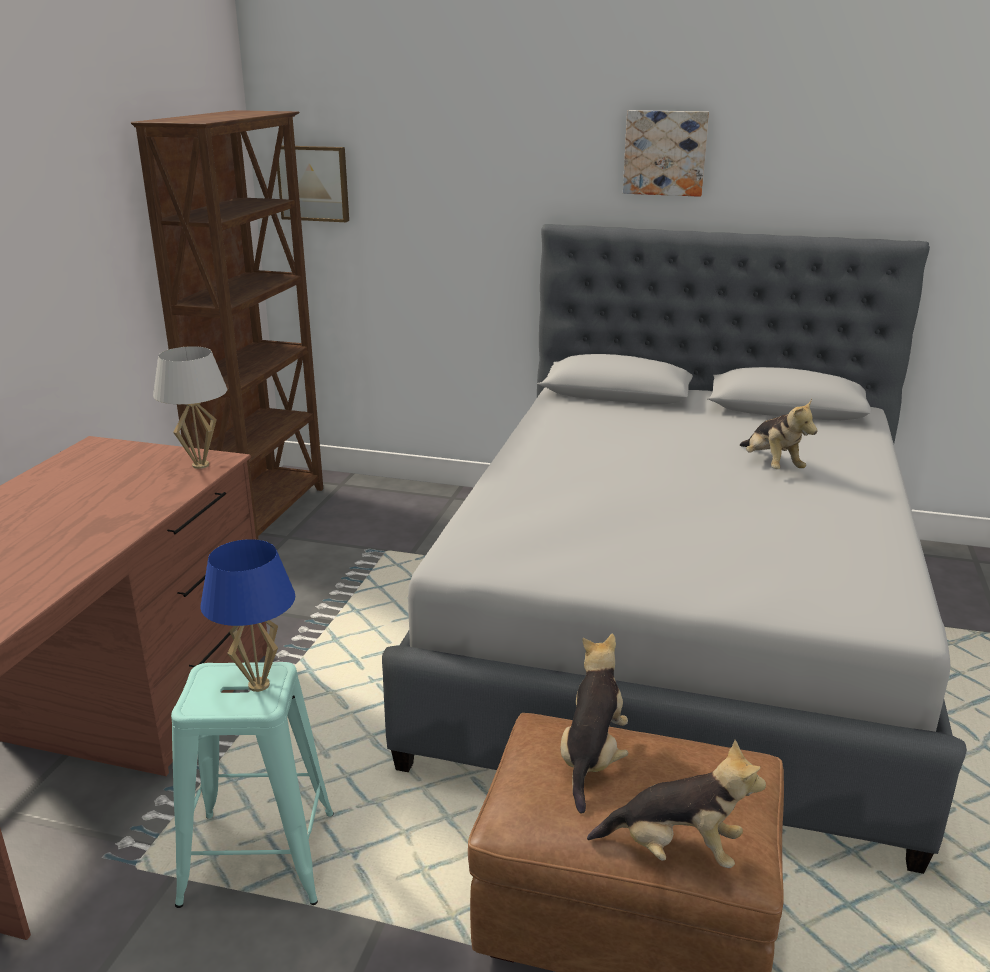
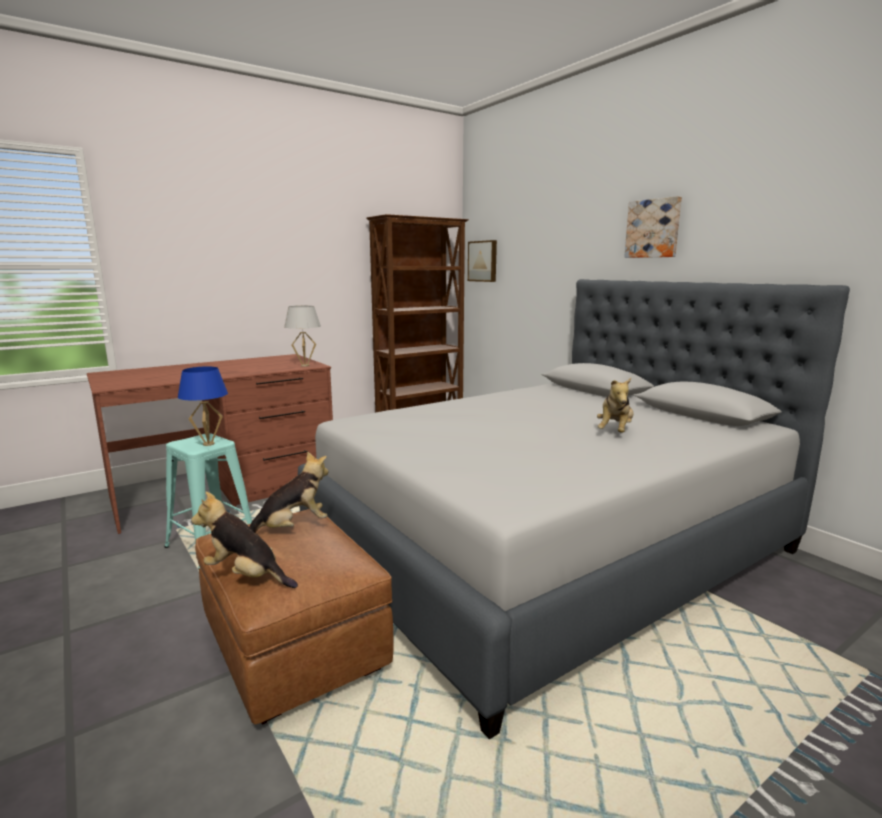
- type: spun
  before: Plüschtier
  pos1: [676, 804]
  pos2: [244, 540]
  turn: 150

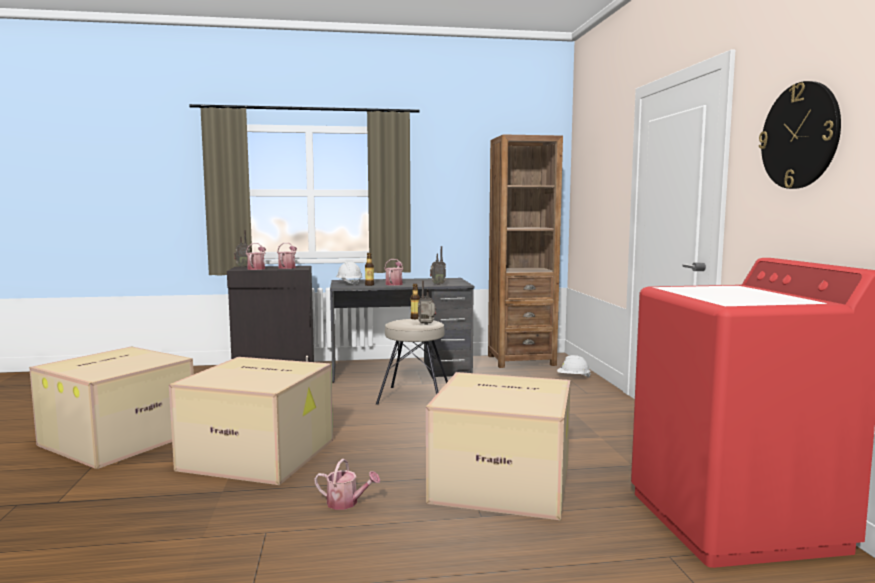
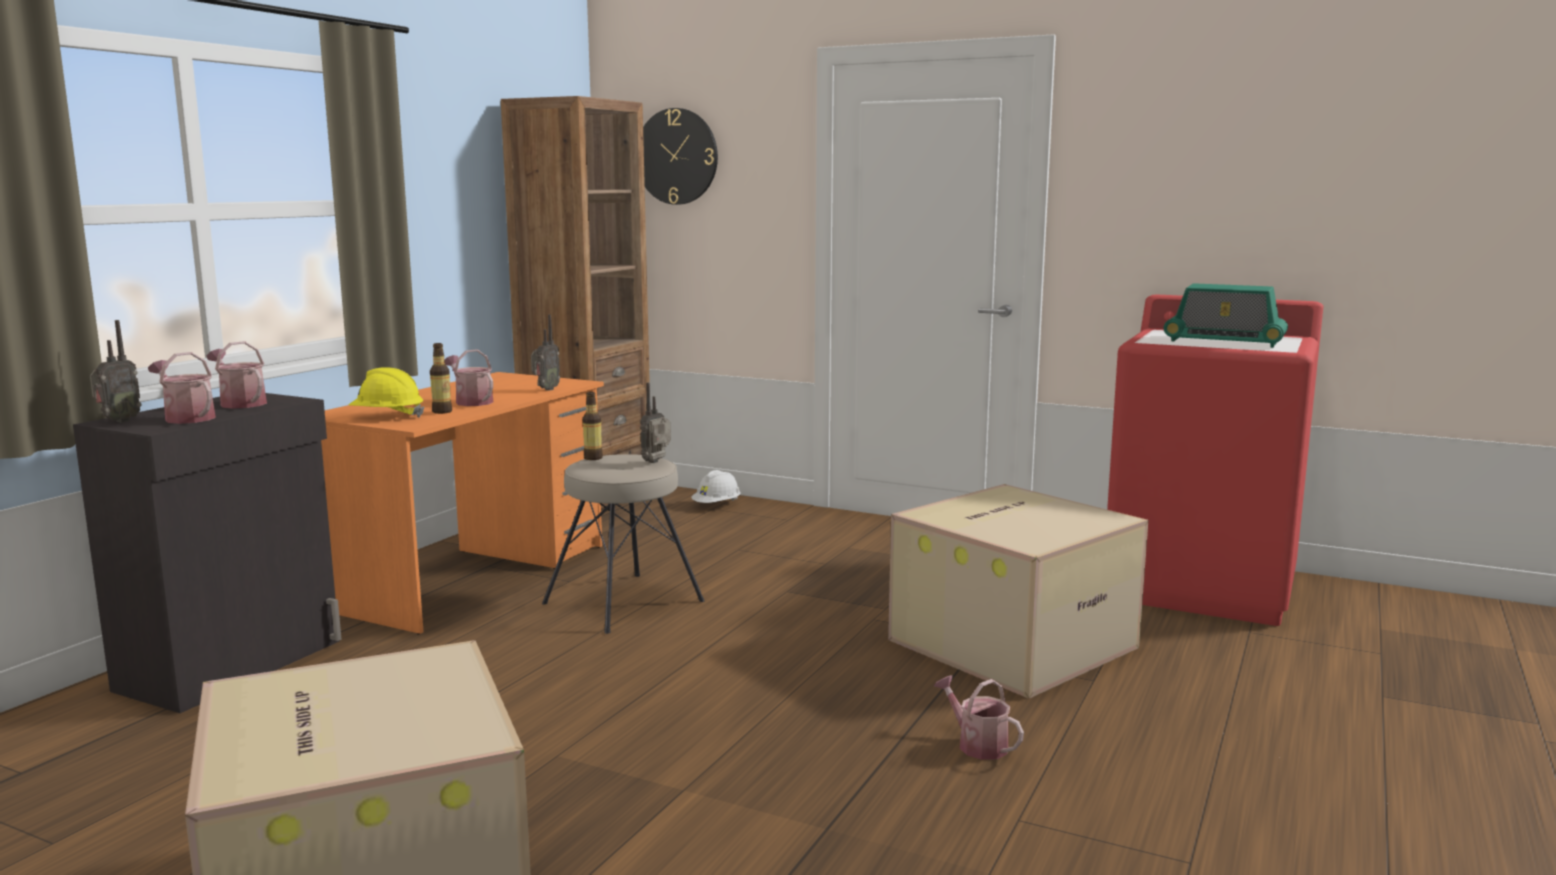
- type: relocated
  before: Wanduhr
  pos1: [800, 135]
  pos2: [680, 156]
- type: colour
  before: Schutzhelm/weiß
  after: Schutzhelm/gelb
  pos1: [349, 273]
  pos2: [386, 392]
- type: colour
  before: Schreibtisch/grau
  after: Schreibtisch/orange
  pos1: [402, 330]
  pos2: [462, 503]
- type: missing
  before: Karton
  pos1: [251, 421]
- type: spun
  before: Gießkanne
  pos1: [347, 484]
  pos2: [979, 717]
  turn: -90
- type: appeared
  after: Radio
  pos2: [1226, 315]

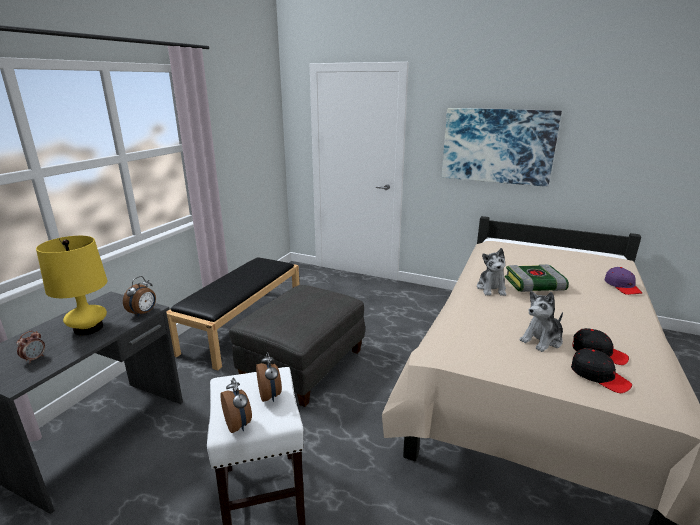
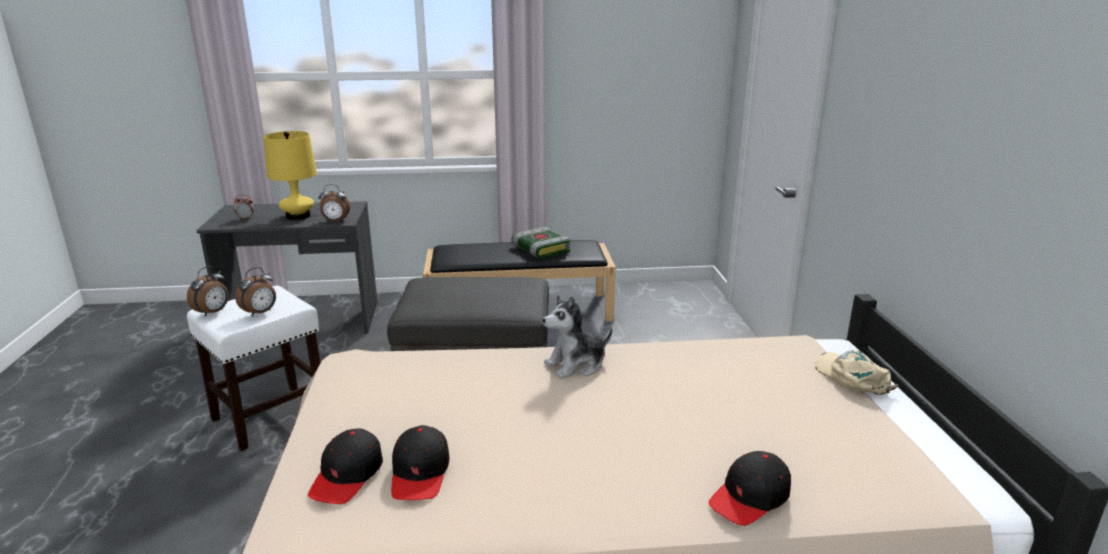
- type: missing
  before: Bild
  pos1: [502, 147]
- type: relocated
  before: Buch
  pos1: [537, 278]
  pos2: [540, 243]
- type: colour
  before: Kappe/lila
  after: Kappe/schwarz
  pos1: [623, 281]
  pos2: [750, 488]
- type: missing
  before: Plüschtier
  pos1: [541, 321]
- type: appeared
  after: Kappe/beige
  pos2: [857, 372]

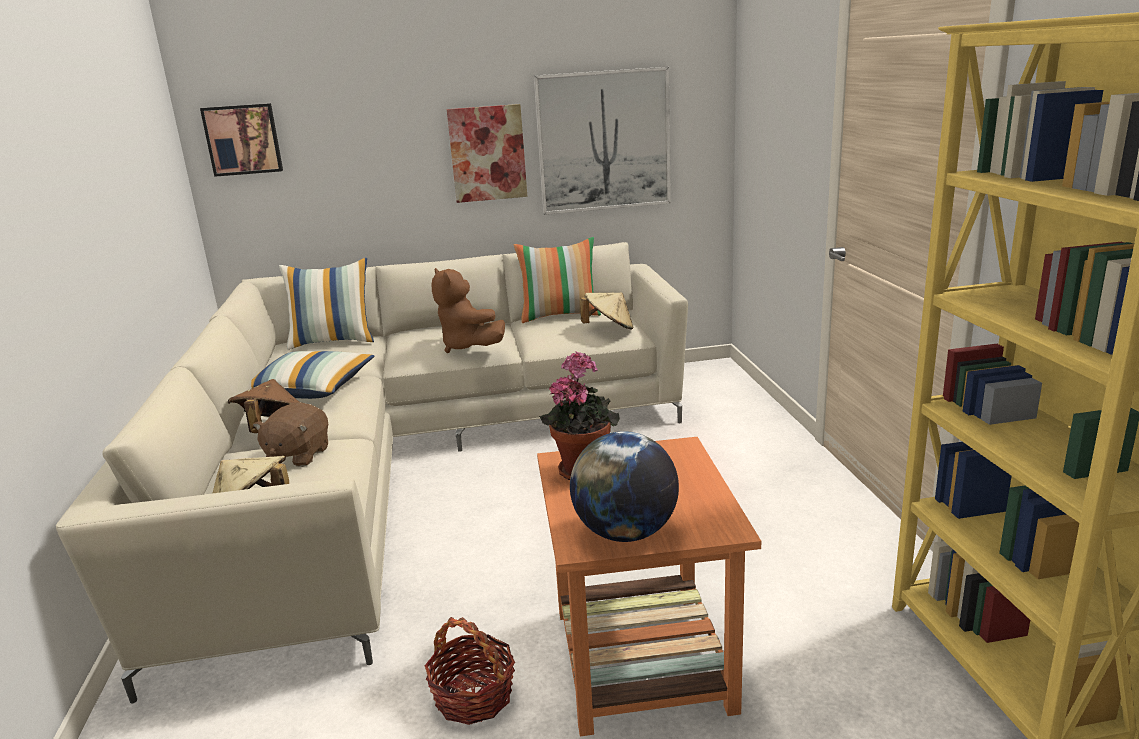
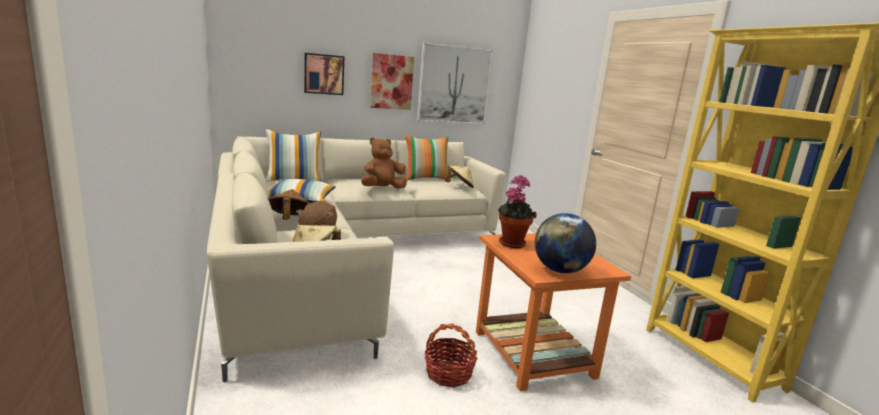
- type: relocated
  before: Bild
  pos1: [241, 140]
  pos2: [324, 74]
- type: spun
  before: Plüschtier/braun
  pos1: [468, 310]
  pos2: [384, 163]
  turn: 105

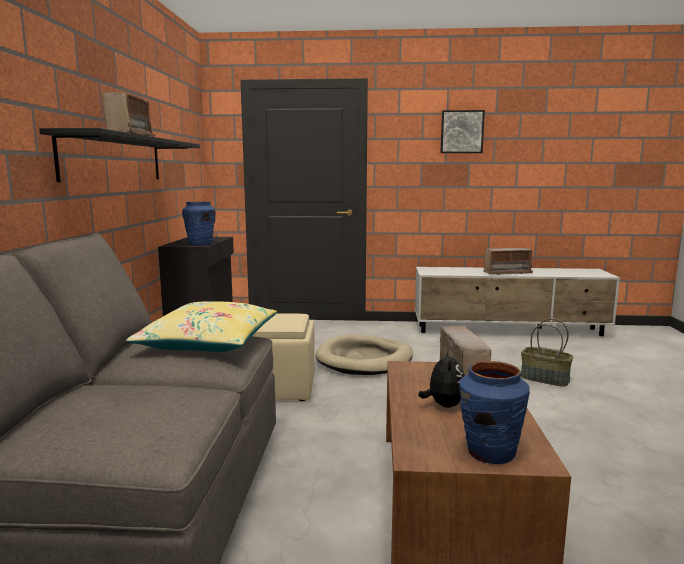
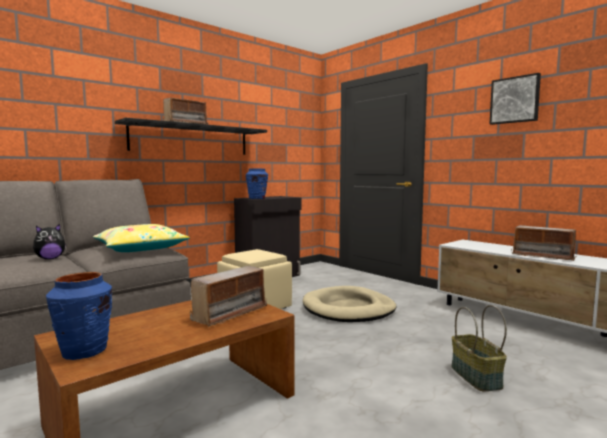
- type: relocated
  before: Plüschtier
  pos1: [441, 378]
  pos2: [50, 241]

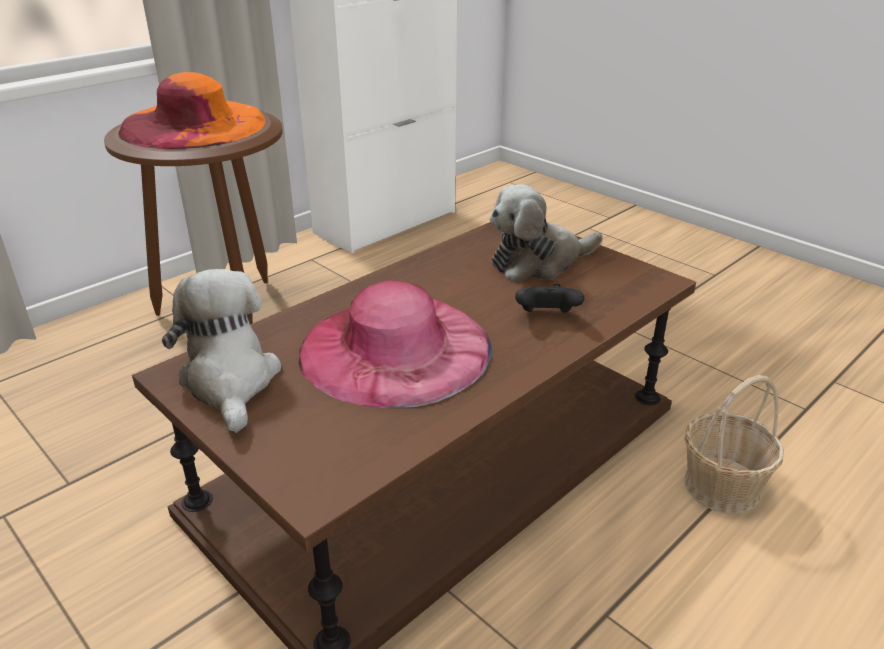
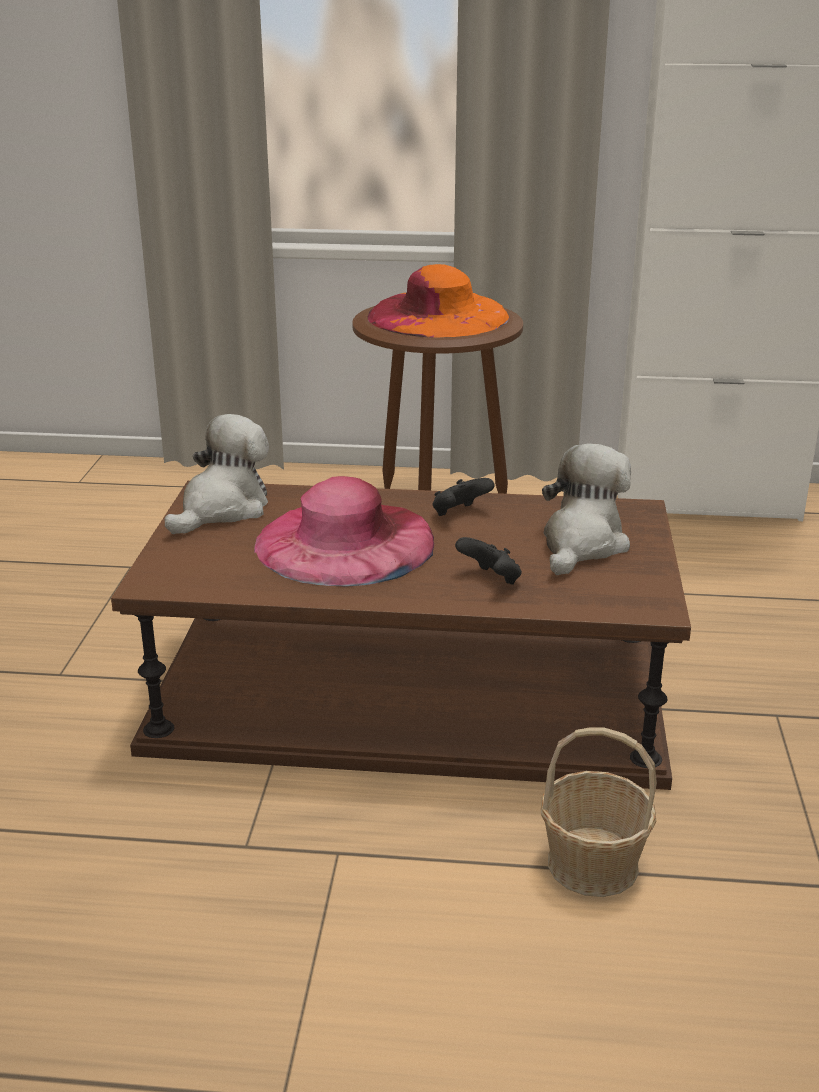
- type: spun
  before: Plüschtier
  pos1: [546, 232]
  pos2: [586, 509]
  turn: 90
- type: appeared
  after: Gamepad/schwarz
  pos2: [463, 497]

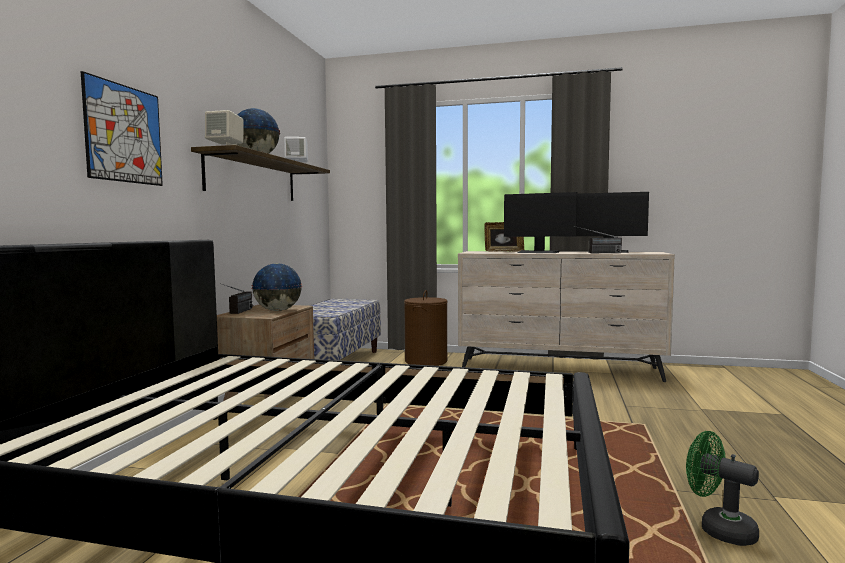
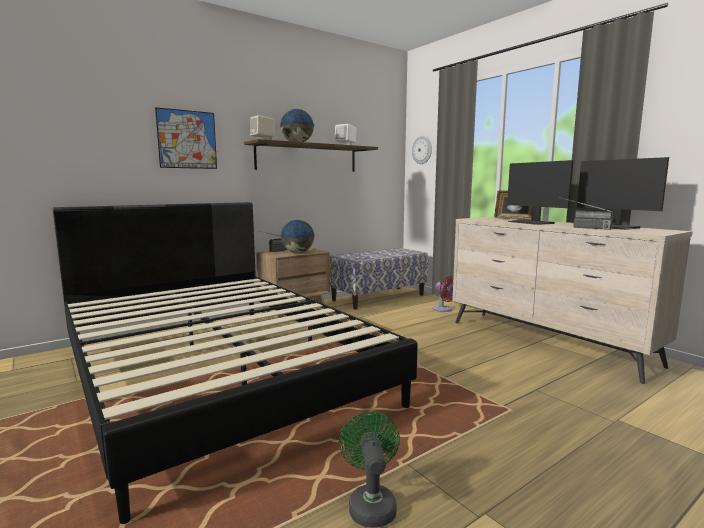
- type: exchanged
  before: Wäschekorb/braun
  after: Ventilator/rot
  pos1: [426, 328]
  pos2: [443, 293]
- type: appeared
  after: Wanduhr
  pos2: [422, 150]

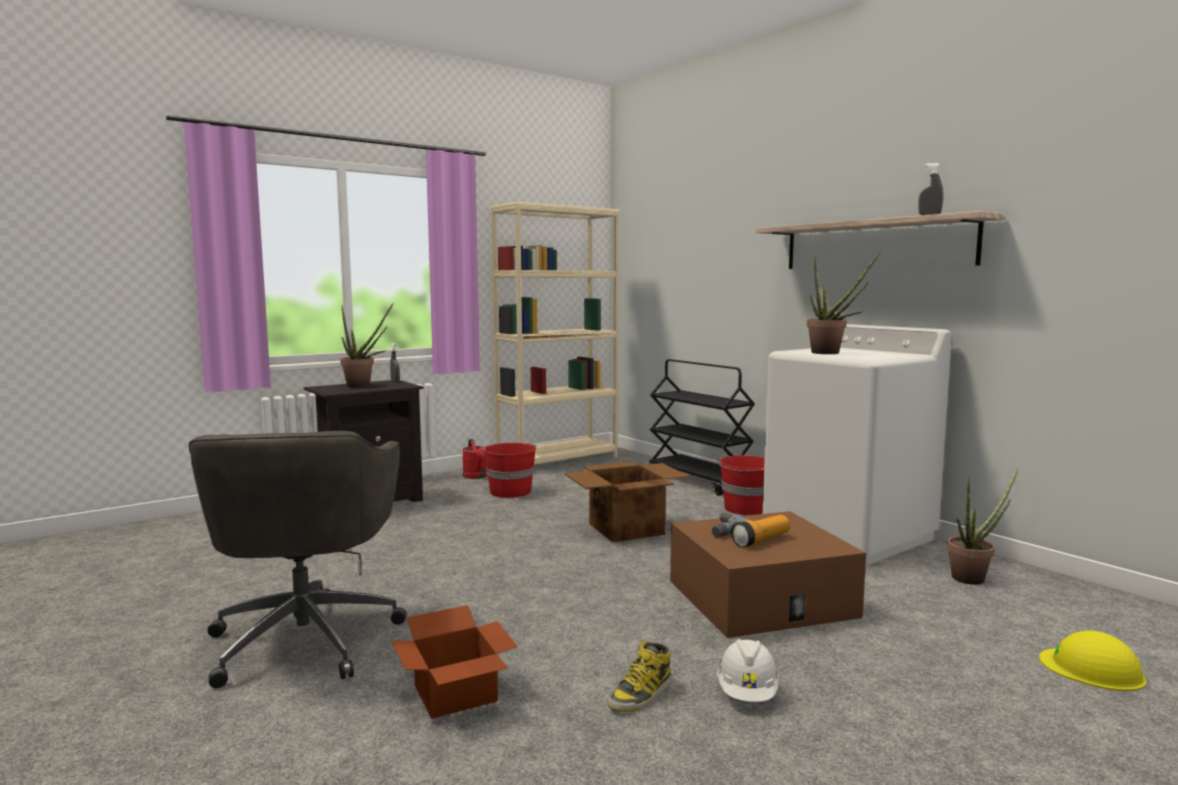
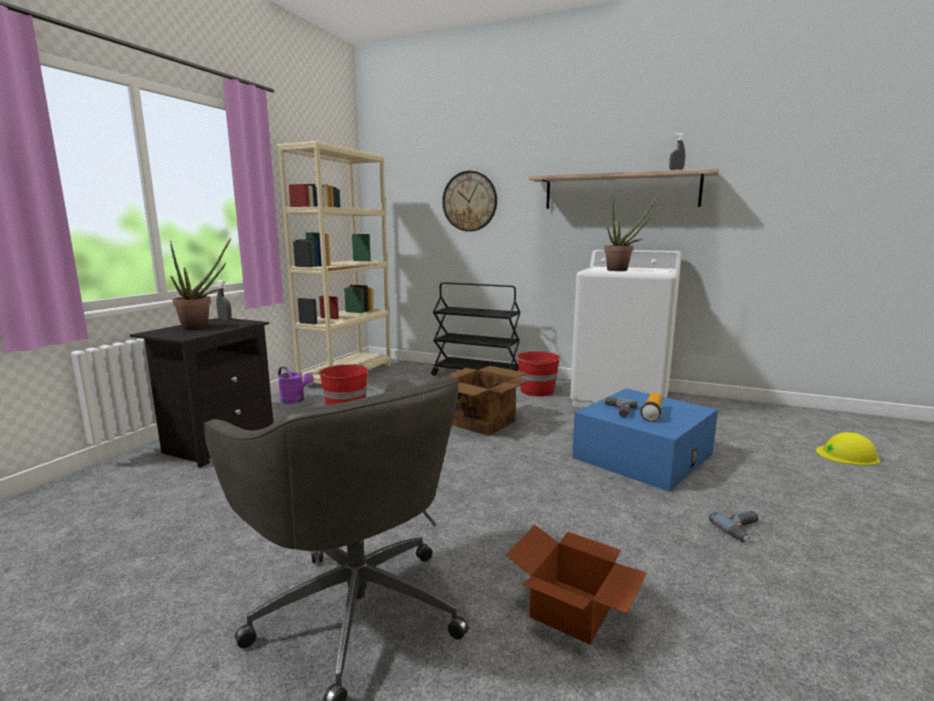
- type: colour
  before: Gießkanne/rot
  after: Gießkanne/lila
  pos1: [475, 459]
  pos2: [296, 385]
- type: missing
  before: Topfpflanze
  pos1: [982, 526]
- type: colour
  before: Aufbewahrungsbox/braun
  after: Aufbewahrungsbox/blau
  pos1: [768, 574]
  pos2: [645, 440]
- type: exchanged
  before: Schutzhelm/weiß
  after: Bohrmaschine
  pos1: [748, 670]
  pos2: [733, 526]
- type: missing
  before: Stiefel
  pos1: [640, 676]
- type: appeared
  after: Wanduhr
  pos2: [469, 201]

